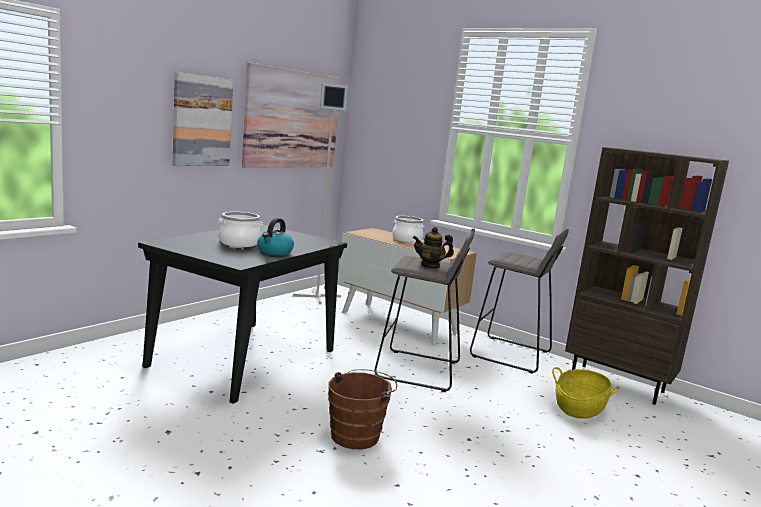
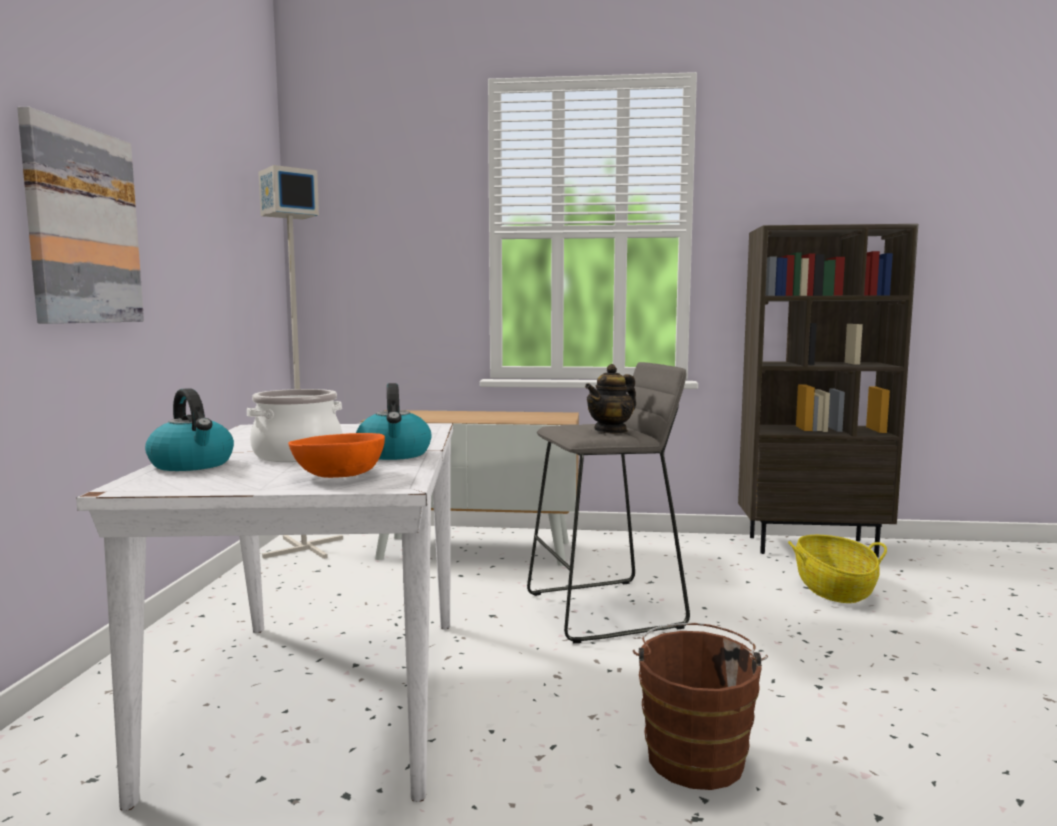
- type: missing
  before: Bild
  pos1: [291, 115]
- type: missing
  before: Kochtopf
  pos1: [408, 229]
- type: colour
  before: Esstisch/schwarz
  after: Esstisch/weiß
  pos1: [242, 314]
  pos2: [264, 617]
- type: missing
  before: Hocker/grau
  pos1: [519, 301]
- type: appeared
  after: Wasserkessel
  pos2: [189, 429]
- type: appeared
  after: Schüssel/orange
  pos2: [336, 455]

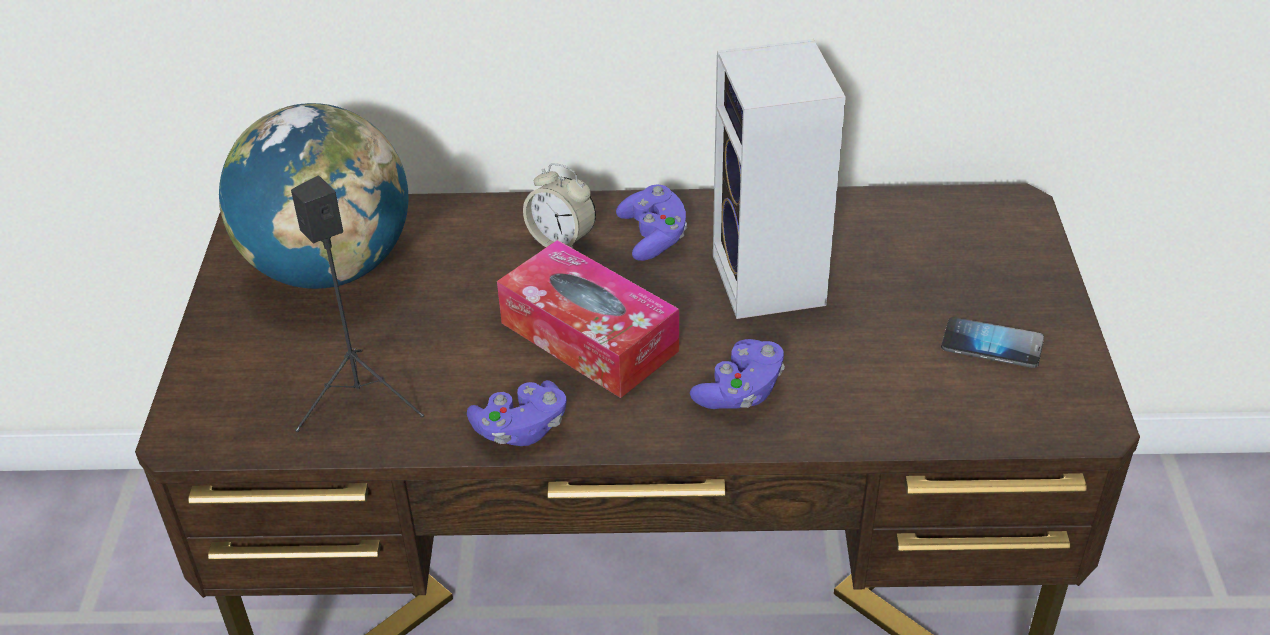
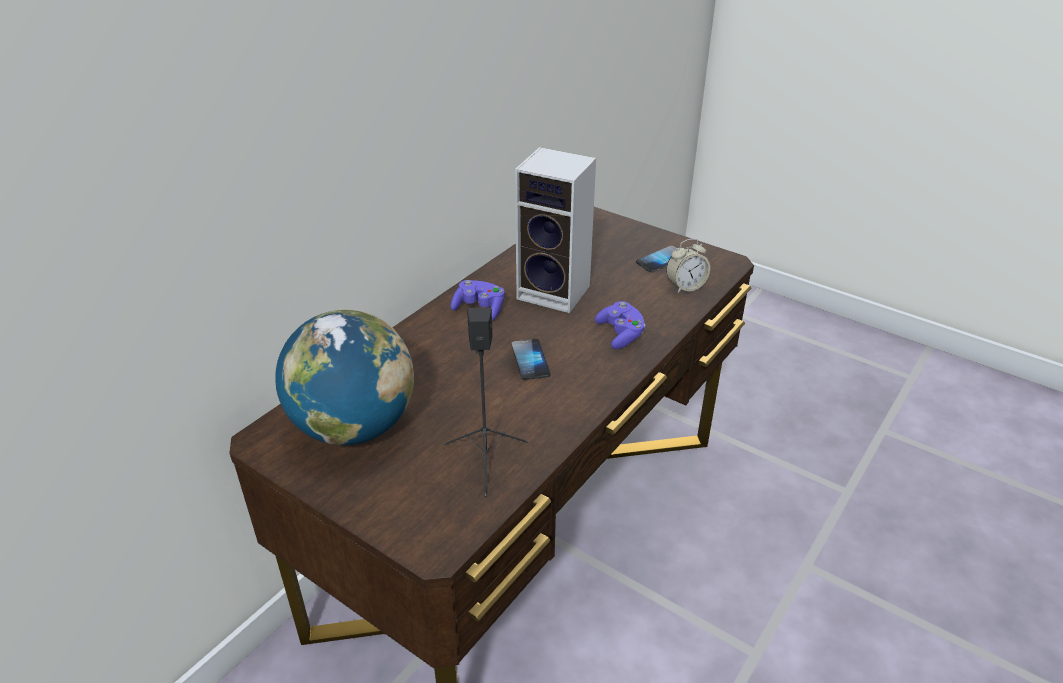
- type: relocated
  before: Wecker
  pos1: [559, 205]
  pos2: [688, 266]
- type: exchanged
  before: Taschentuchbox
  after: Handy
  pos1: [588, 319]
  pos2: [531, 359]
- type: missing
  before: Gamepad/lila
  pos1: [517, 413]

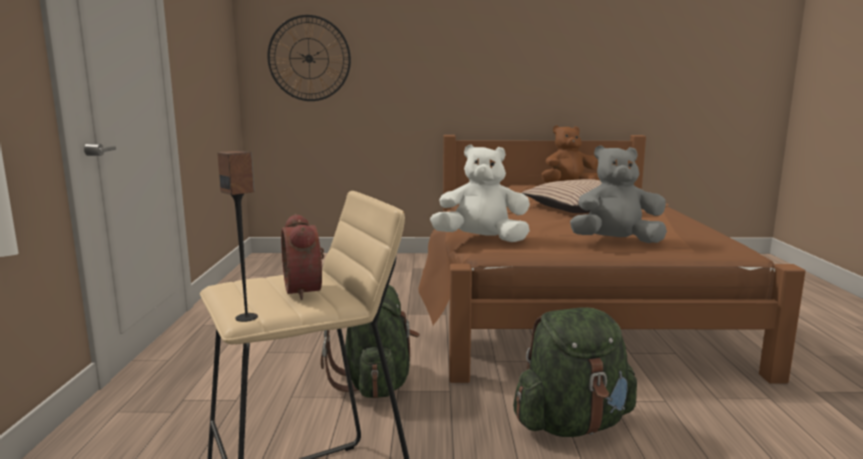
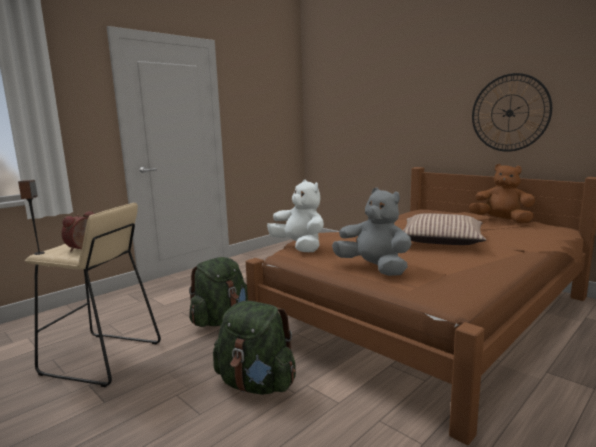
- type: relocated
  before: Wanduhr
  pos1: [309, 58]
  pos2: [512, 112]

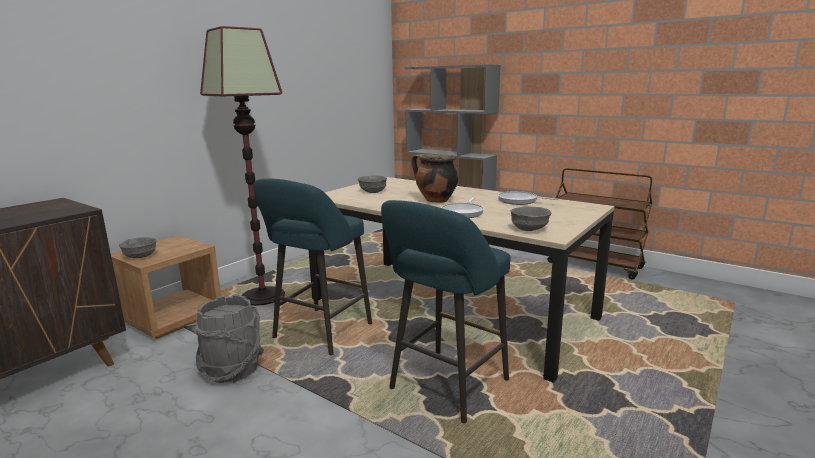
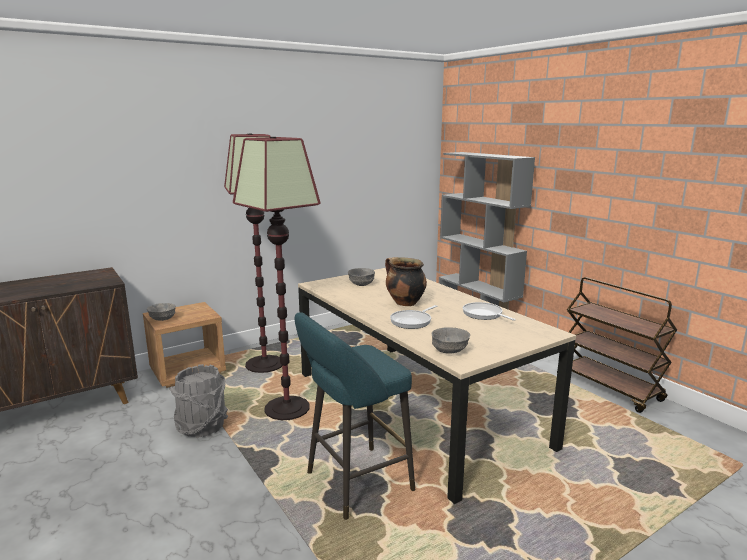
- type: exchanged
  before: Hocker/türkis
  after: Stehlampe
  pos1: [312, 267]
  pos2: [277, 278]

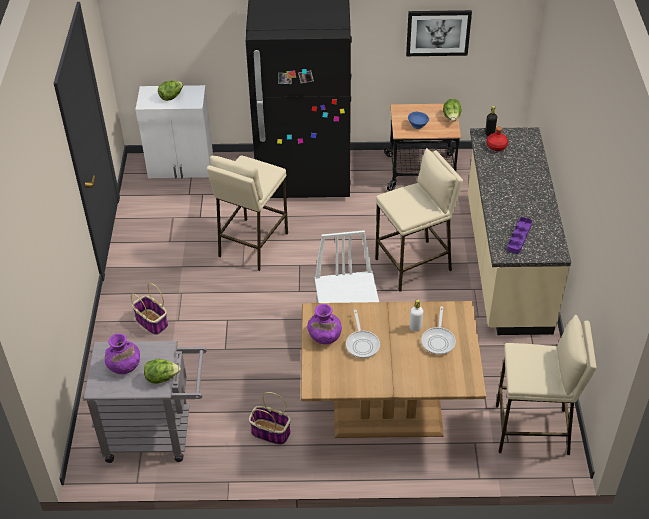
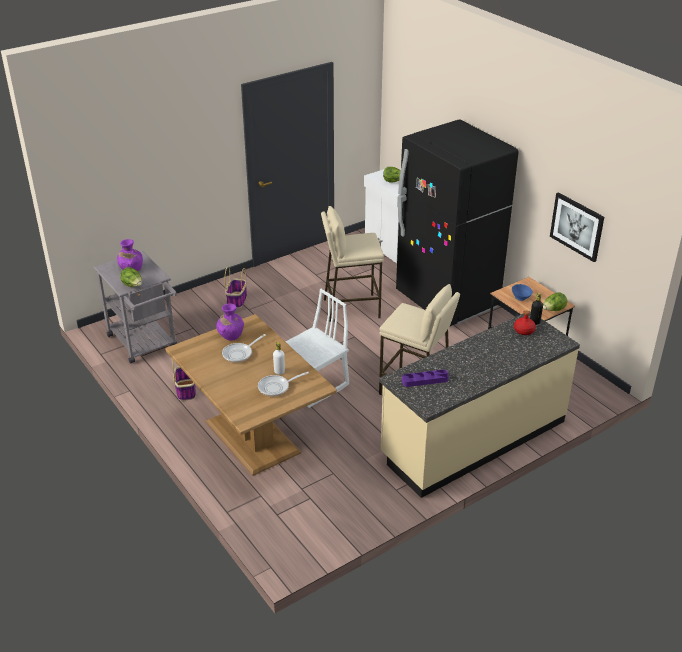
- type: missing
  before: Hocker/beige
  pos1: [546, 385]

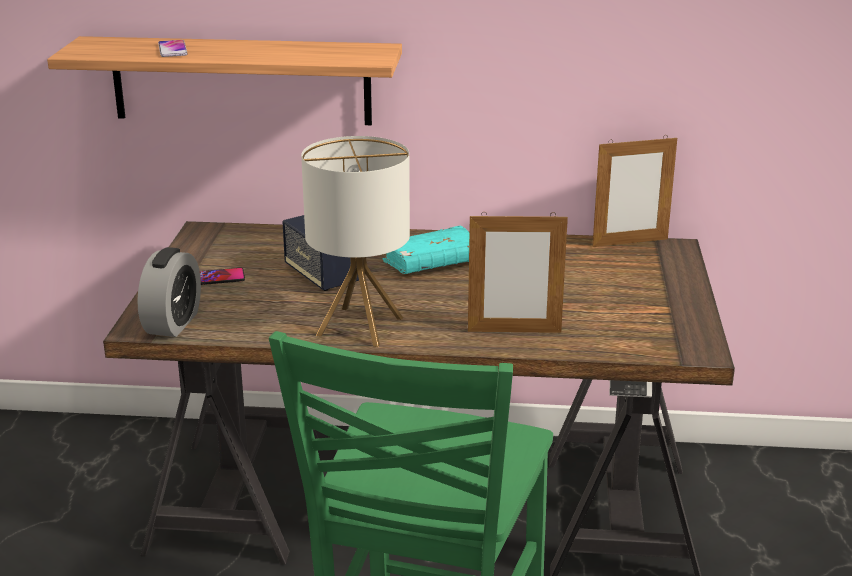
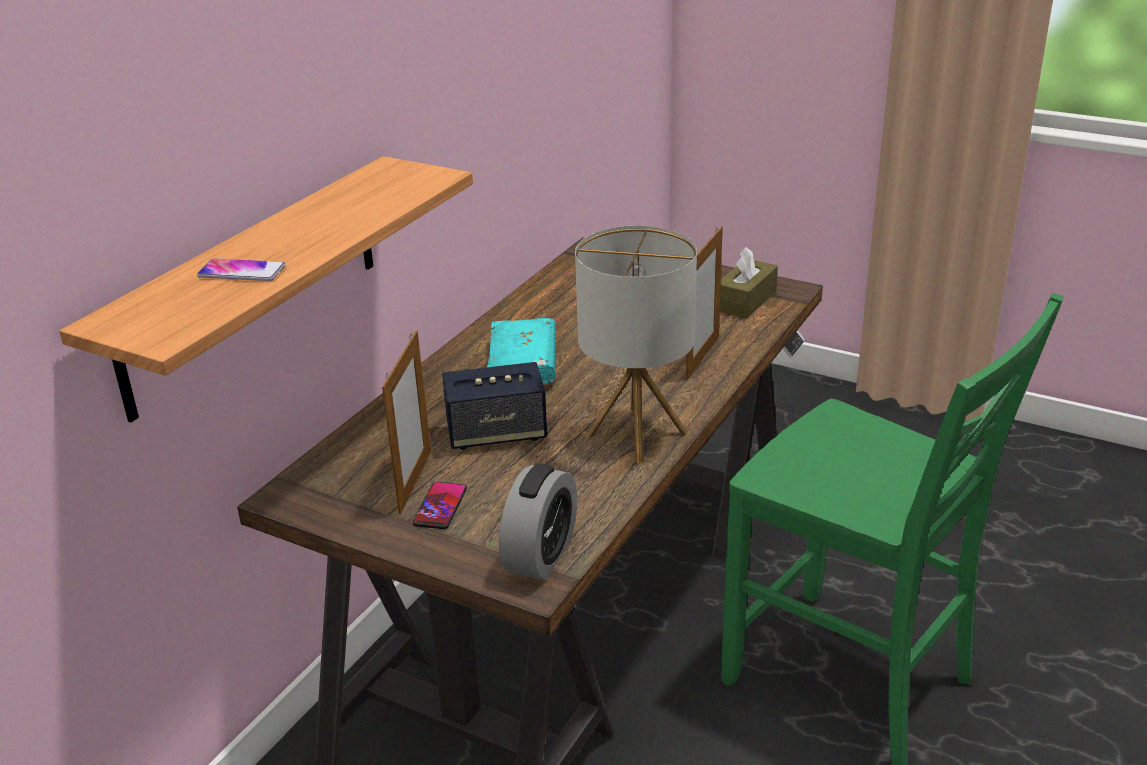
- type: relocated
  before: Bilderrahmen
  pos1: [634, 191]
  pos2: [406, 422]
- type: spun
  before: Wecker
  pos1: [169, 292]
  pos2: [538, 522]
  turn: 75
- type: appeared
  after: Taschentuchbox/braun
  pos2: [749, 282]

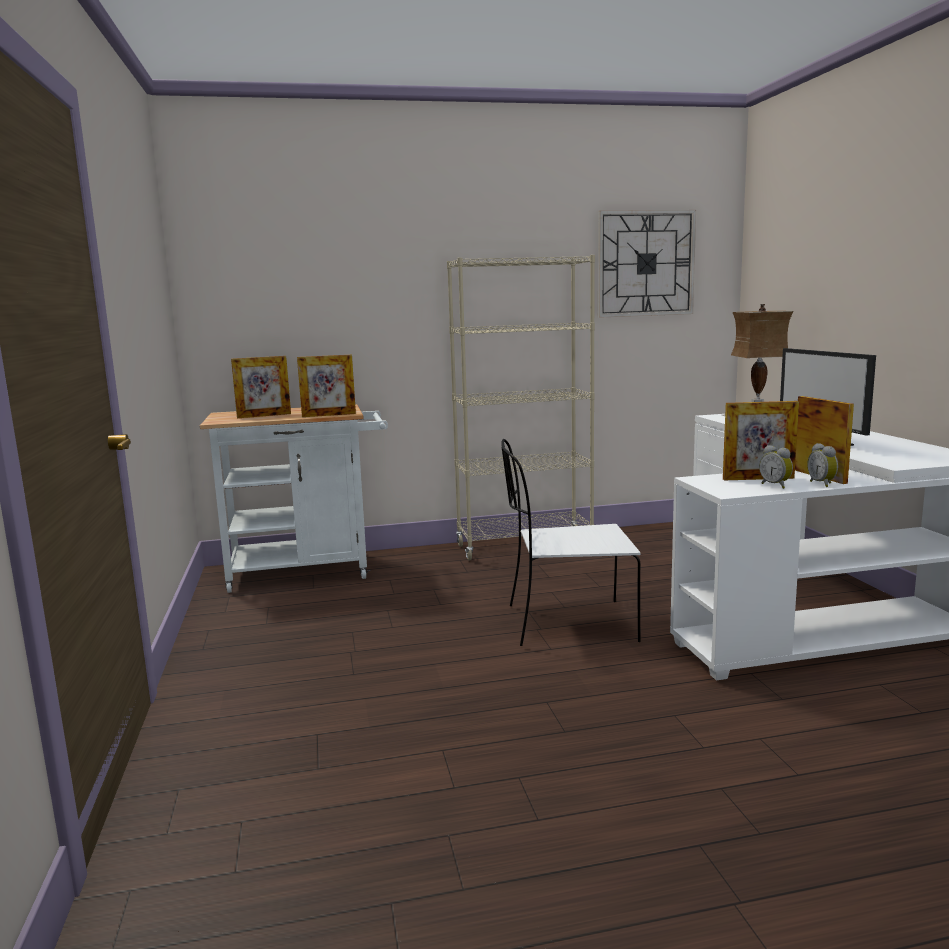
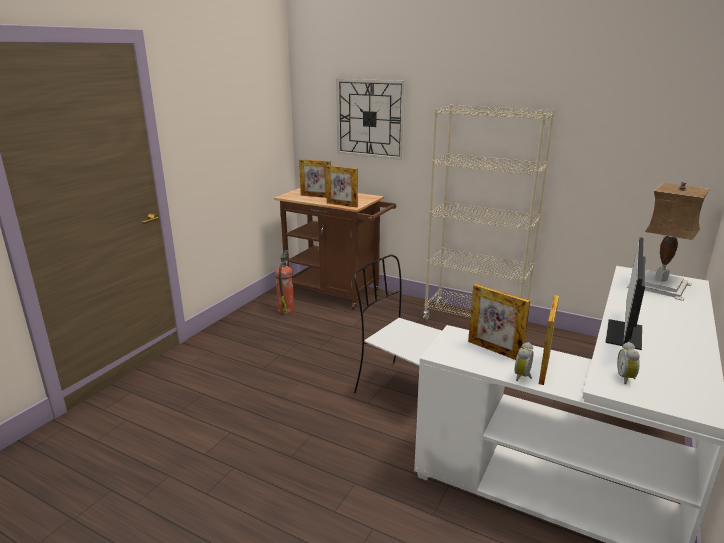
- type: relocated
  before: Wanduhr
  pos1: [647, 264]
  pos2: [370, 119]
- type: colour
  before: Rollwagen/weiß
  after: Rollwagen/braun
  pos1: [294, 498]
  pos2: [335, 249]
- type: relocated
  before: Wecker
  pos1: [776, 467]
  pos2: [628, 363]
- type: appeared
  after: Feuerlöscher
  pos2: [284, 282]

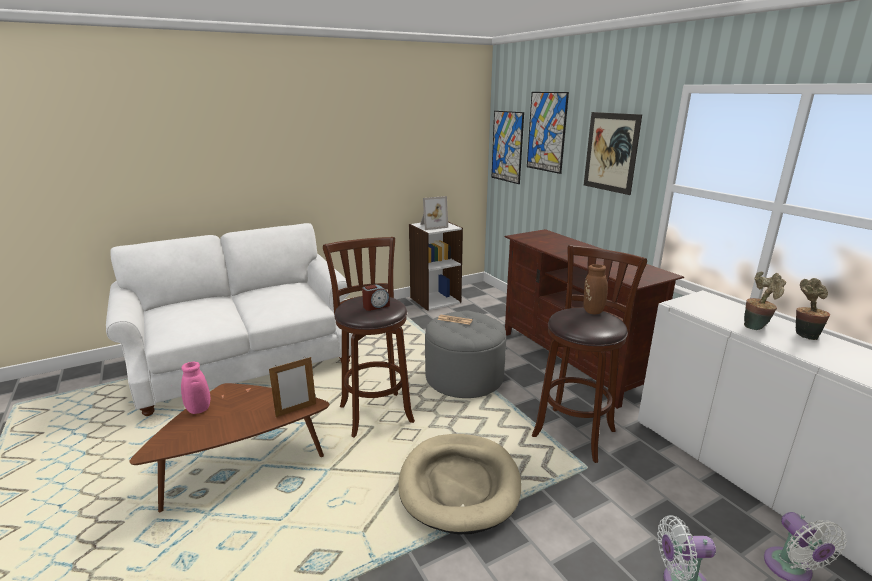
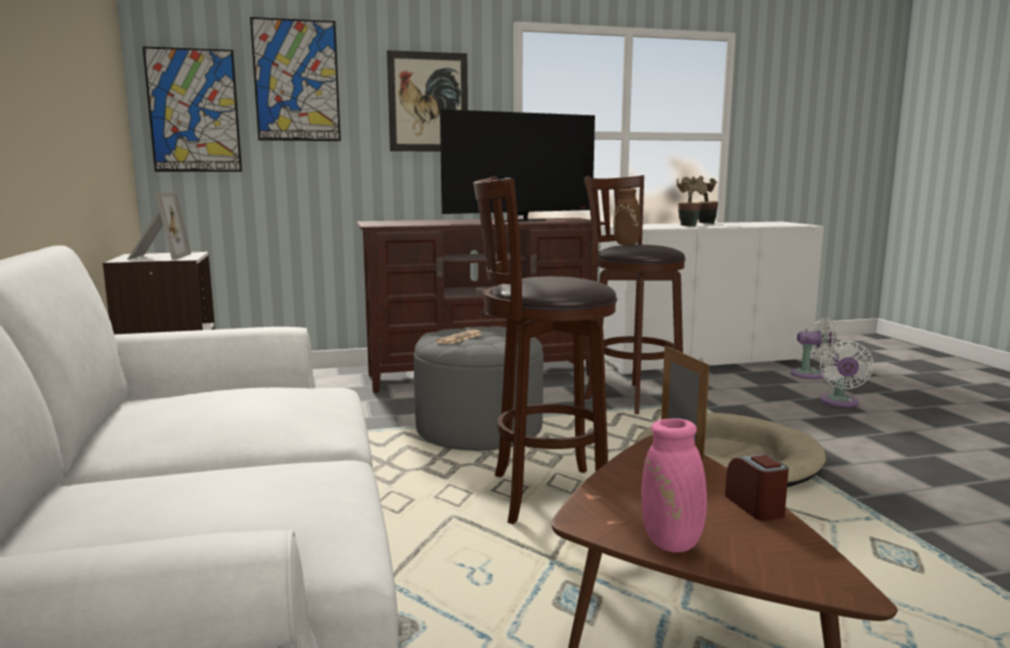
- type: relocated
  before: Wecker
  pos1: [376, 297]
  pos2: [757, 487]
- type: appeared
  after: Fernseher
  pos2: [517, 165]

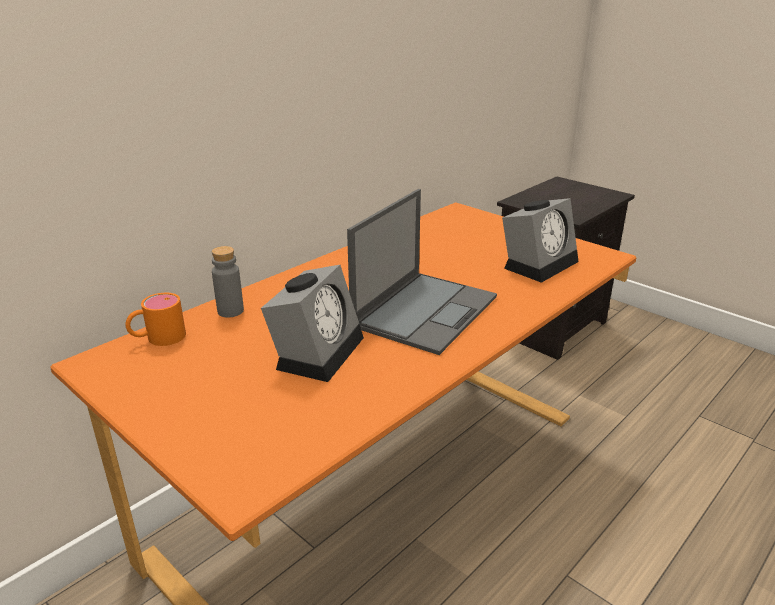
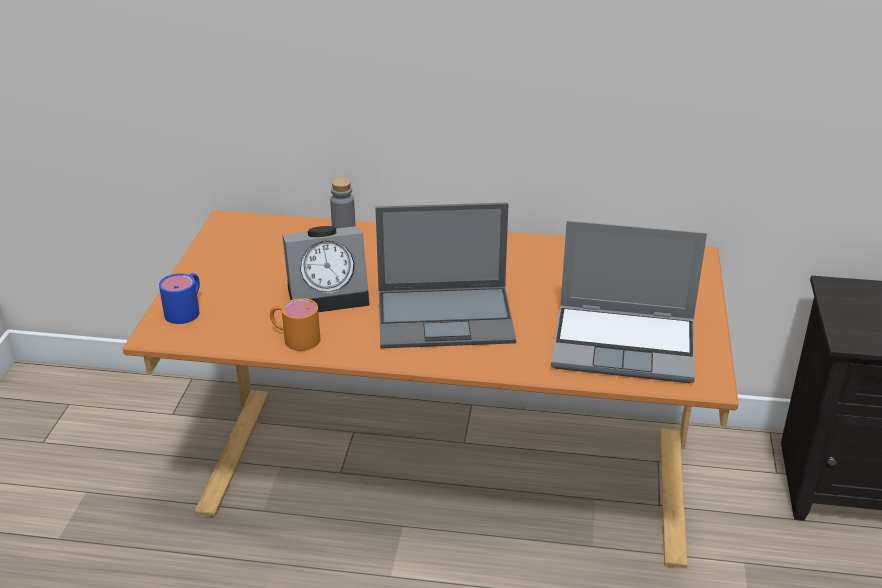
- type: exchanged
  before: Wecker
  after: Laptop
  pos1: [540, 240]
  pos2: [629, 301]
- type: relocated
  before: Henkelbecher/orange
  pos1: [155, 319]
  pos2: [295, 324]
- type: appeared
  after: Henkelbecher/blau
  pos2: [179, 298]

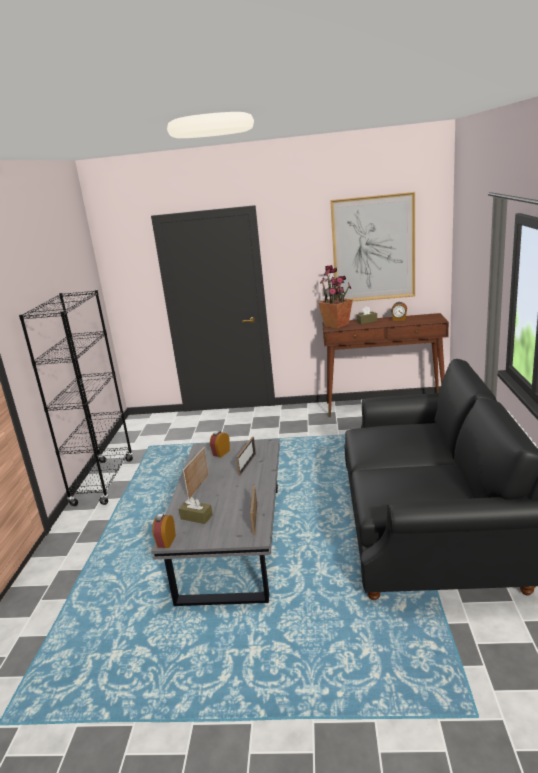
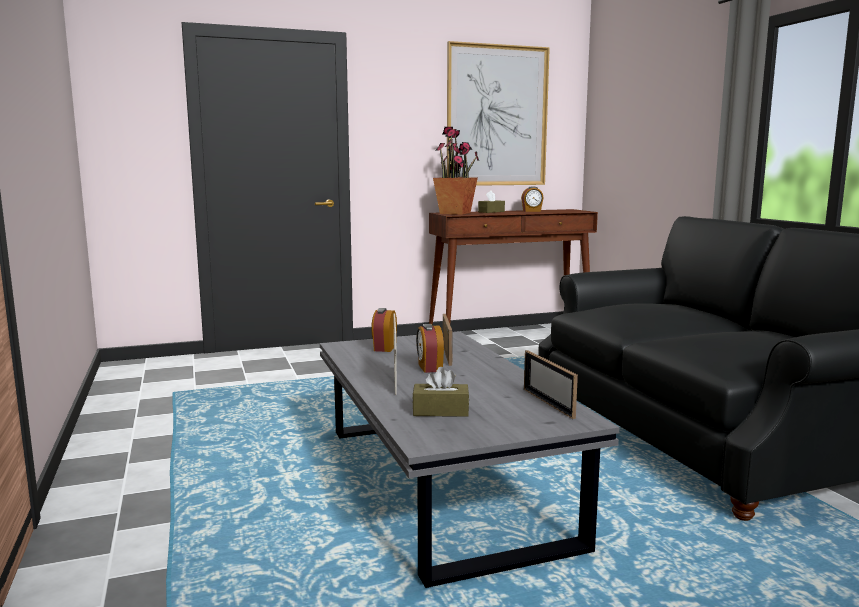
- type: missing
  before: Bücherregal/schwarz
  pos1: [76, 398]
- type: relocated
  before: Wecker
  pos1: [164, 531]
  pos2: [430, 348]

